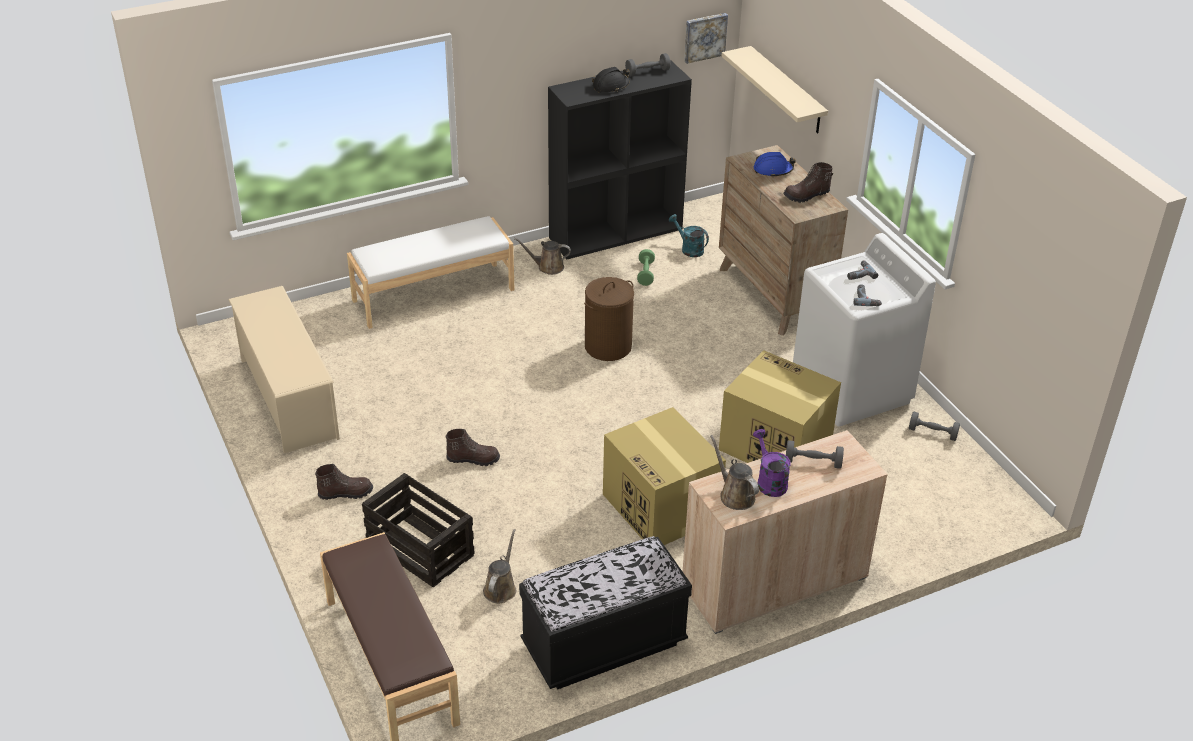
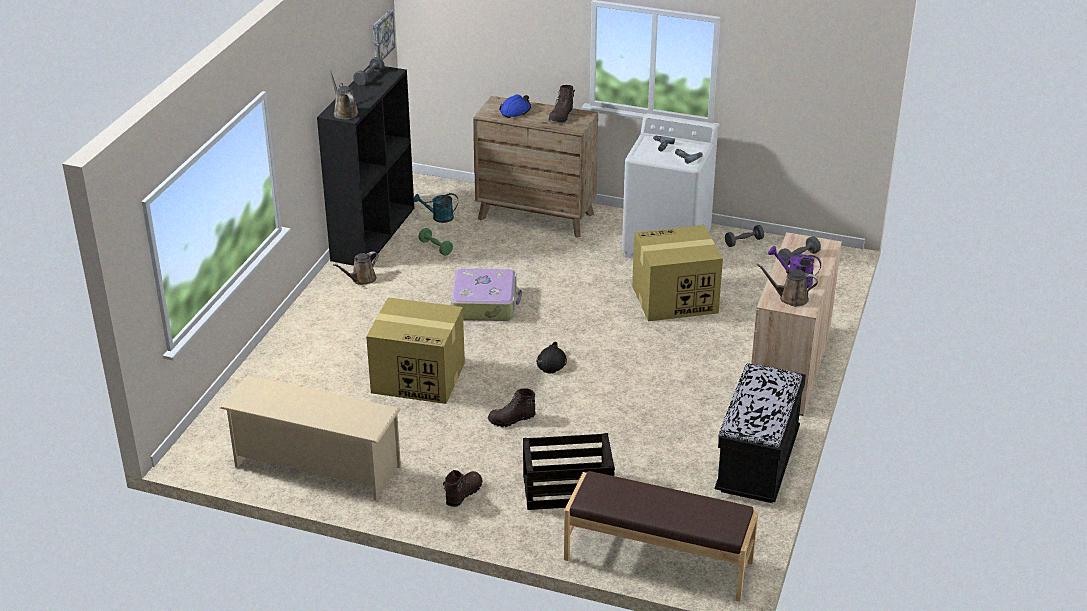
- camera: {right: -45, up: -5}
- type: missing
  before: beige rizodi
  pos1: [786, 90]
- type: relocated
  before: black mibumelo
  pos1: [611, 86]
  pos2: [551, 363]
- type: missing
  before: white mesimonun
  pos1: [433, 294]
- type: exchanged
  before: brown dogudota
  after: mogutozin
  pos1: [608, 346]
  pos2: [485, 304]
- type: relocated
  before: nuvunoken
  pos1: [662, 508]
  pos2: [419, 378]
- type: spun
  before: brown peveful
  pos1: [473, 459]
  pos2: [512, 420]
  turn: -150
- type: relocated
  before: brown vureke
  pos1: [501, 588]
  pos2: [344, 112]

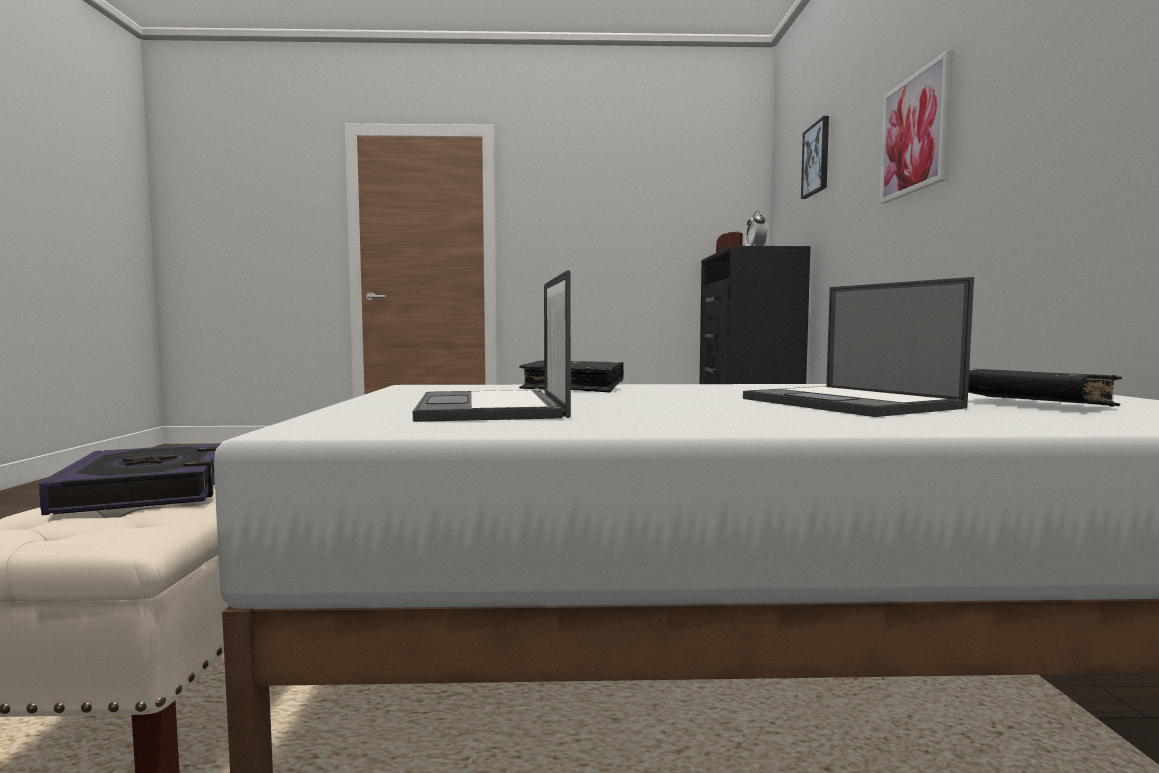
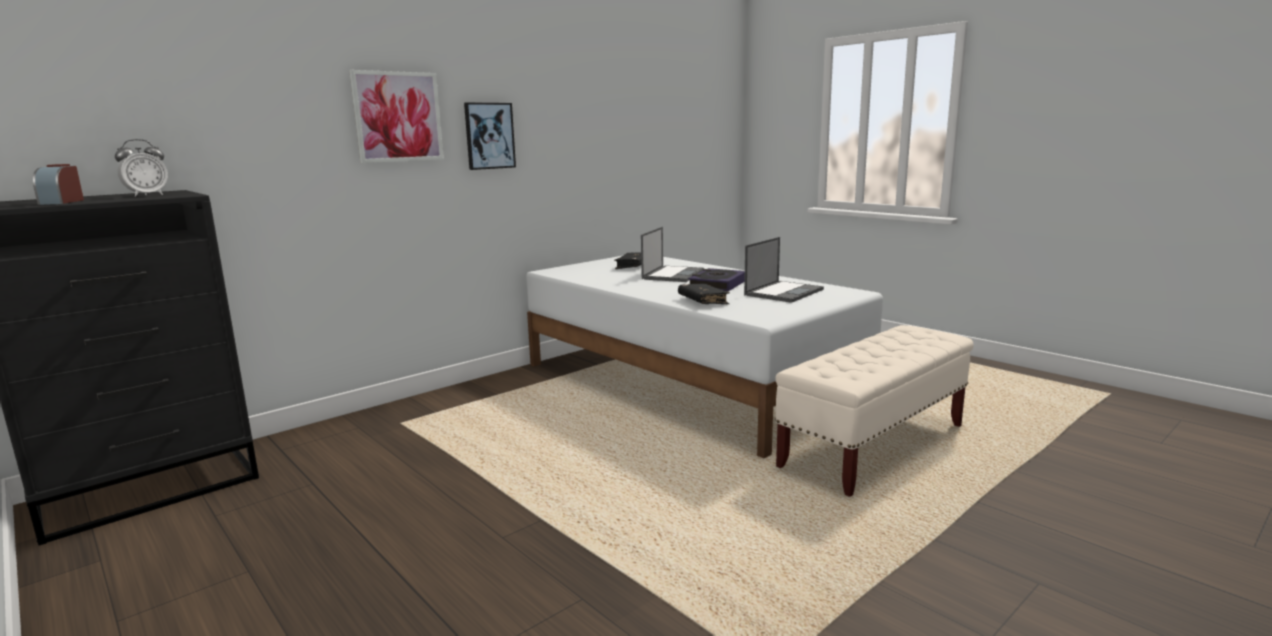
- camera: {right: -130, up: 10}
- type: relocated
  before: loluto
  pos1: [816, 159]
  pos2: [489, 136]
- type: relocated
  before: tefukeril
  pos1: [148, 490]
  pos2: [717, 284]

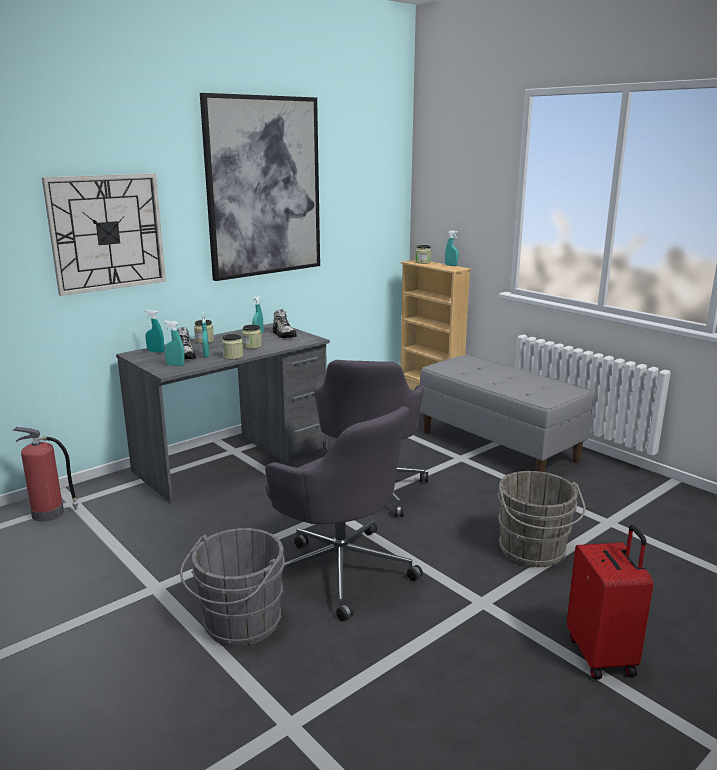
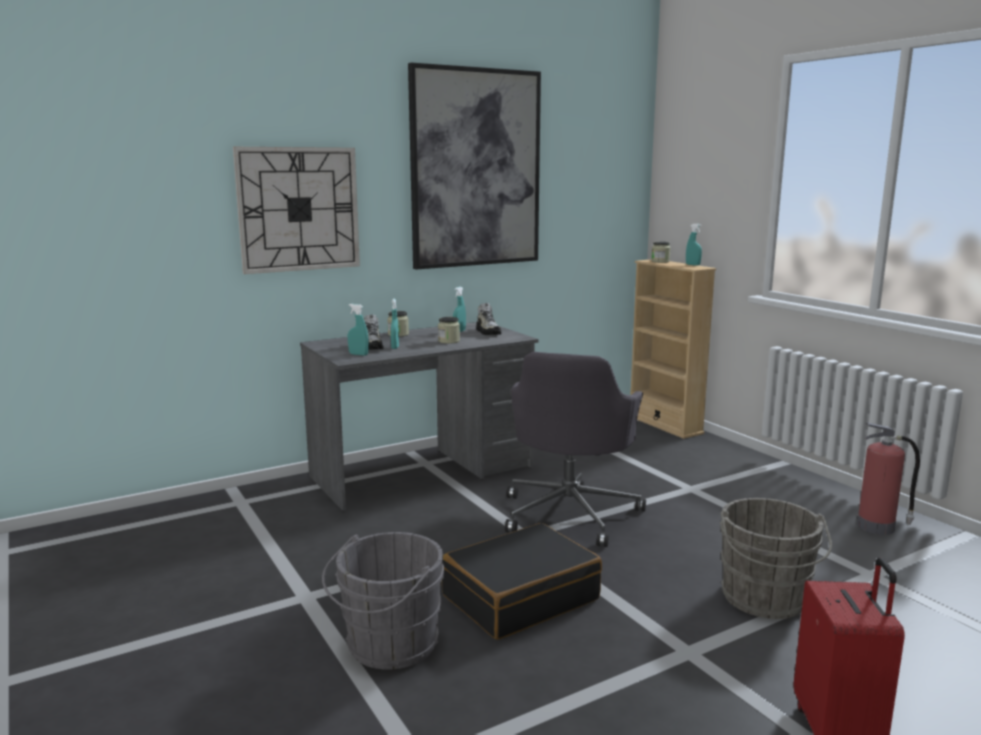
- camera: {right: 10, up: -5}
- type: missing
  before: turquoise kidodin
  pos1: [155, 351]
- type: missing
  before: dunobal
  pos1: [233, 356]
- type: missing
  before: grey mesimonun
  pos1: [499, 446]
- type: exchanged
  before: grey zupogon
  after: black mogutozin
  pos1: [340, 569]
  pos2: [520, 597]
- type: relocated
  before: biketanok
  pos1: [50, 513]
  pos2: [878, 527]

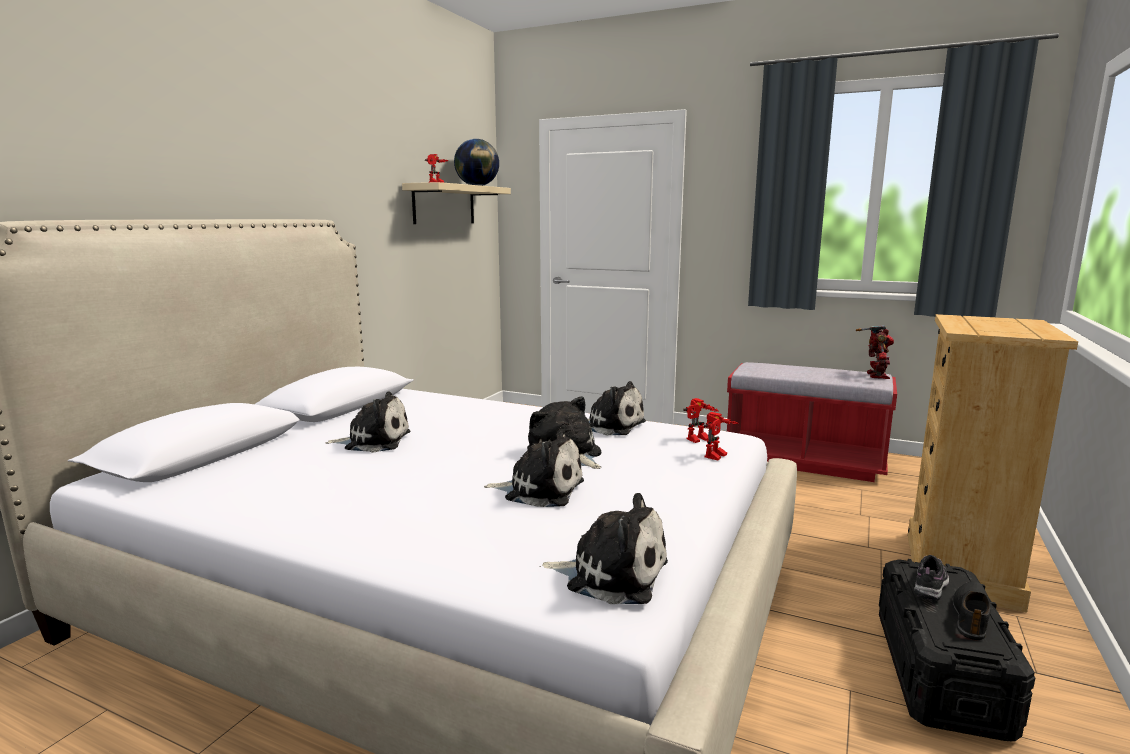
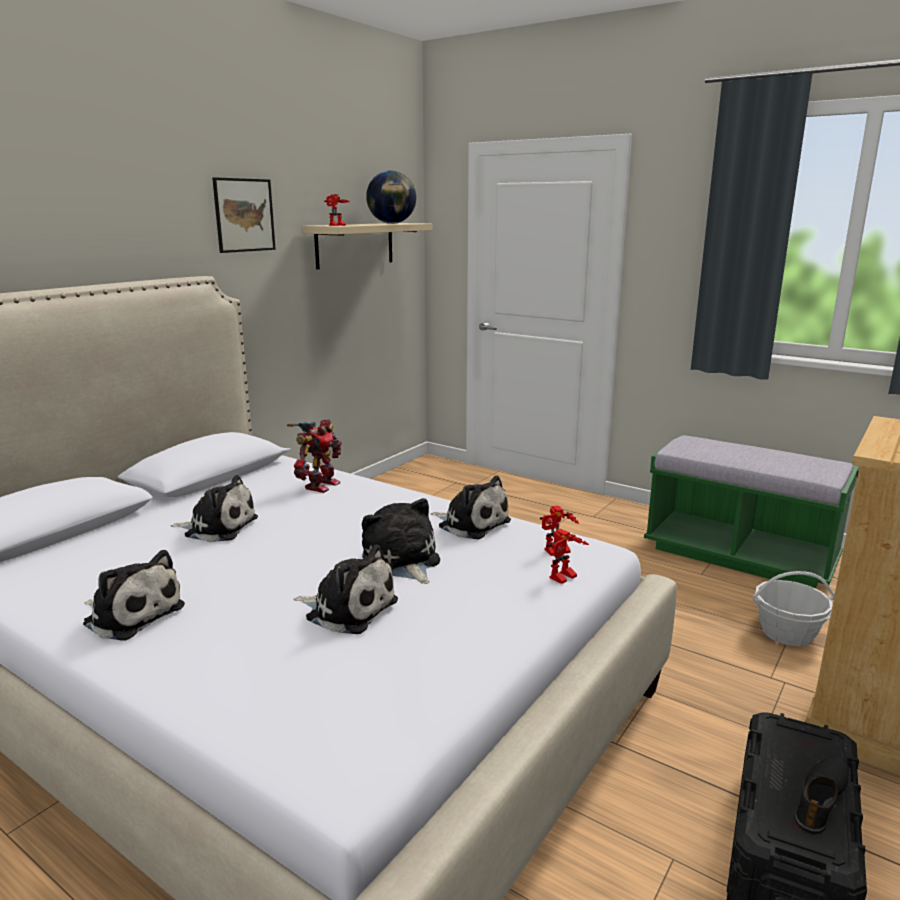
- camera: {right: 10, up: 5}
- type: relocated
  before: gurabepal
  pos1: [875, 375]
  pos2: [320, 485]
- type: colour
  before: red mesimonun
  after: green mesimonun
  pos1: [804, 461]
  pos2: [739, 555]
- type: relocated
  before: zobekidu
  pos1: [611, 574]
  pos2: [131, 614]
- type: missing
  before: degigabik
  pos1: [930, 584]
- type: appeared
  after: loluto
  pos2: [244, 215]
- type: appeared
  after: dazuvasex
  pos2: [787, 633]

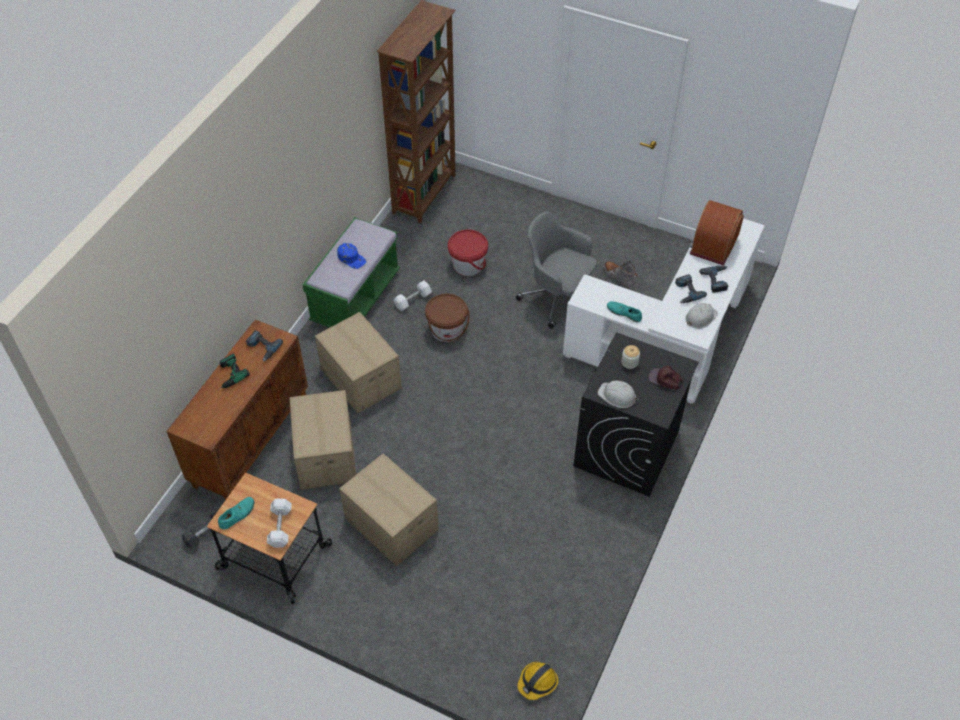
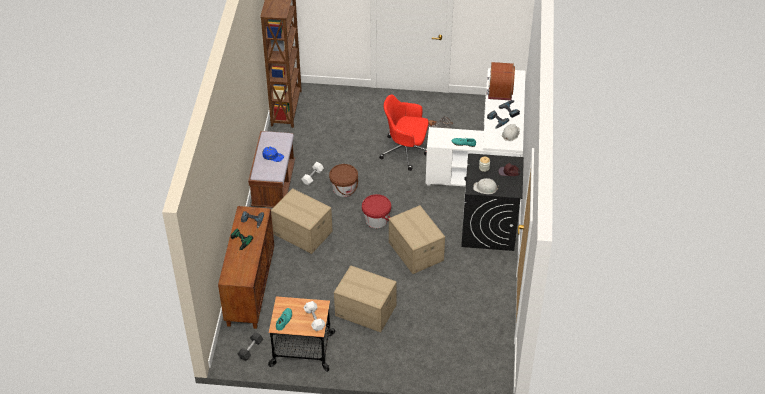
- camera: {right: -20, up: -5}
- type: colour
  before: grey zupogon
  after: red zupogon
  pos1: [557, 298]
  pos2: [405, 151]
- type: colour
  before: green mesimonun
  after: brown mesimonun
  pos1: [355, 298]
  pos2: [273, 185]
- type: relocated
  before: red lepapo
  pos1: [468, 264]
  pos2: [376, 220]
- type: relocated
  before: nuvunoken
  pos1: [325, 455]
  pos2: [415, 251]
- type: missing
  before: mibumelo
  pos1: [537, 682]

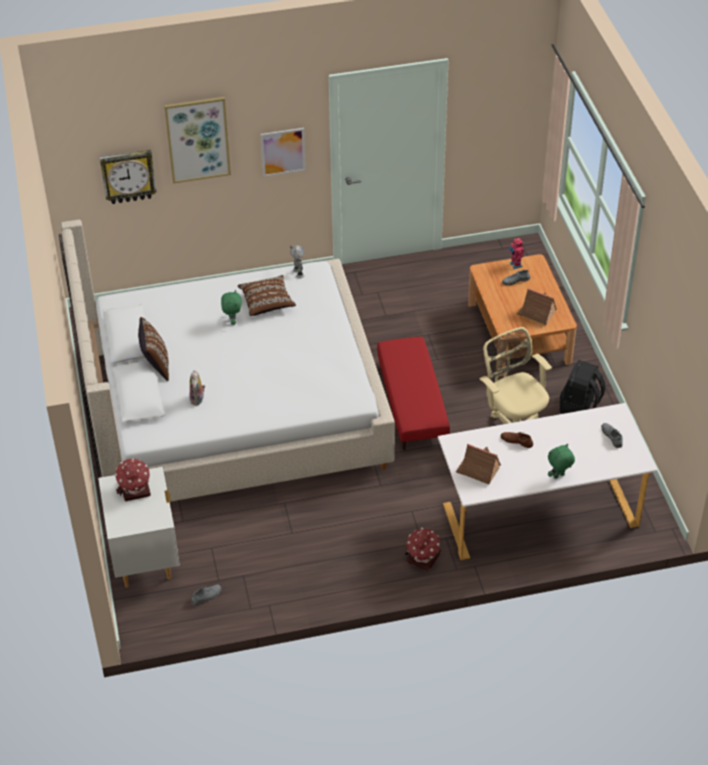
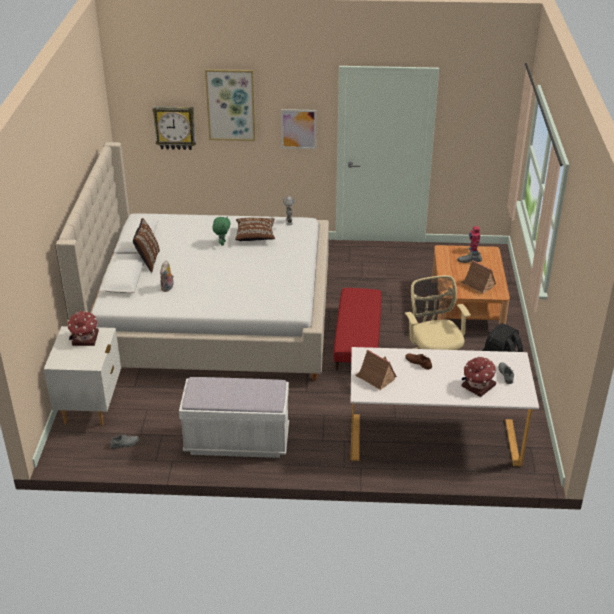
- camera: {right: 15, up: -10}
- type: missing
  before: green zobekidu
  pos1: [559, 476]
- type: relocated
  before: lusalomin
  pos1: [423, 558]
  pos2: [477, 386]
- type: appeared
  after: white mesimonun
  pos2: [237, 441]

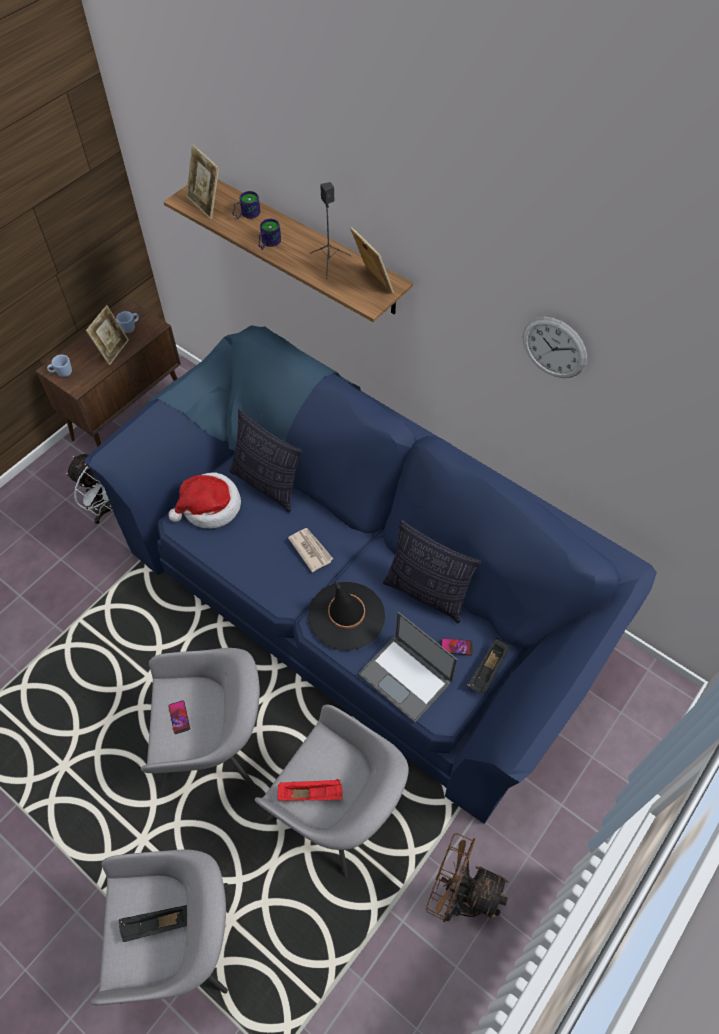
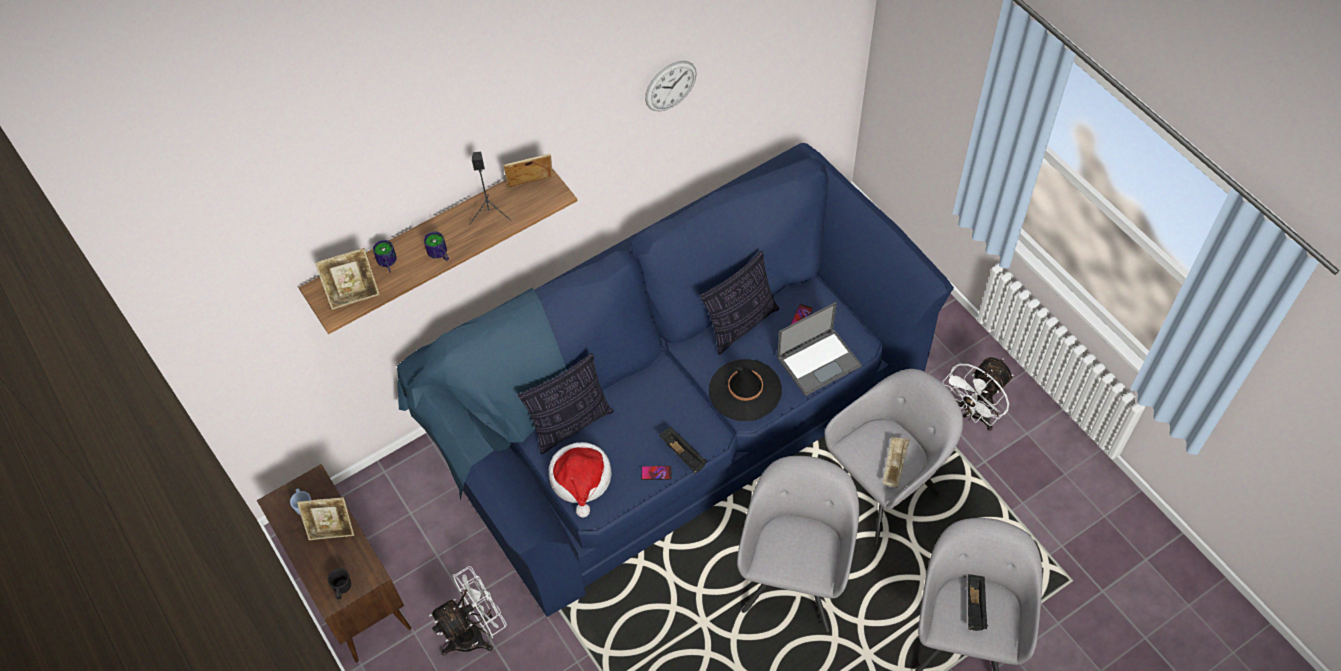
- camera: {right: -70, up: 0}
- type: spun
  before: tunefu
  pos1: [113, 350]
  pos2: [332, 530]
  turn: 135
- type: colour
  before: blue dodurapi
  after: black dodurapi
  pos1: [62, 373]
  pos2: [342, 589]
- type: missing
  before: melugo
  pos1: [310, 549]
- type: relocated
  before: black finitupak
  pos1: [487, 671]
  pos2: [683, 455]
- type: relocated
  before: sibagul
  pos1: [179, 717]
  pos2: [656, 473]
- type: colour
  before: red finitupak
  after: beige finitupak
  pos1: [311, 793]
  pos2: [894, 465]
- type: colour
  before: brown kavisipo
  after: white kavisipo
  pos1: [459, 895]
  pos2: [973, 414]

